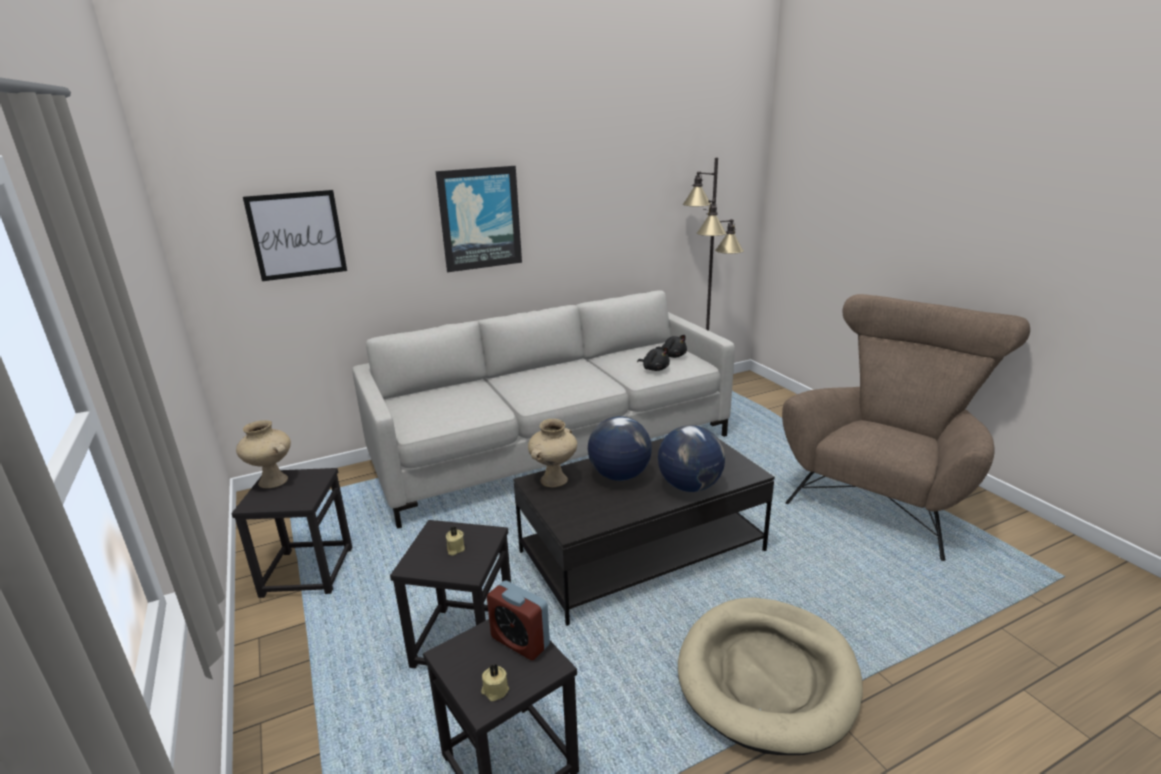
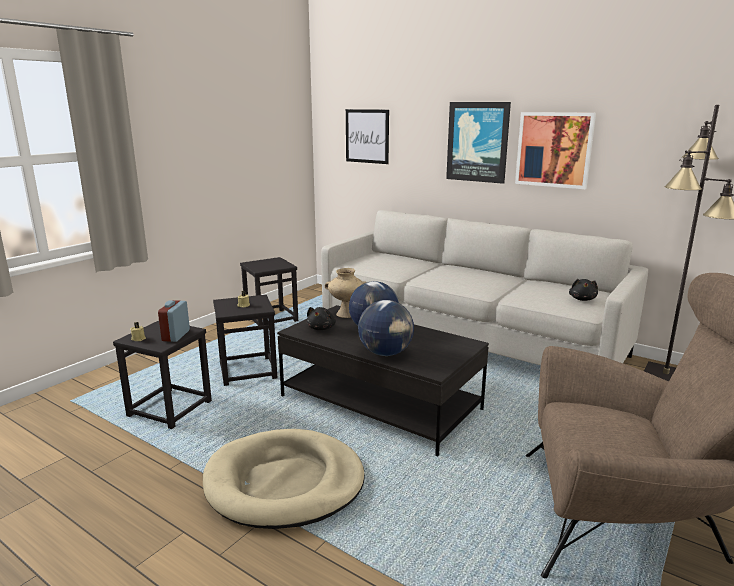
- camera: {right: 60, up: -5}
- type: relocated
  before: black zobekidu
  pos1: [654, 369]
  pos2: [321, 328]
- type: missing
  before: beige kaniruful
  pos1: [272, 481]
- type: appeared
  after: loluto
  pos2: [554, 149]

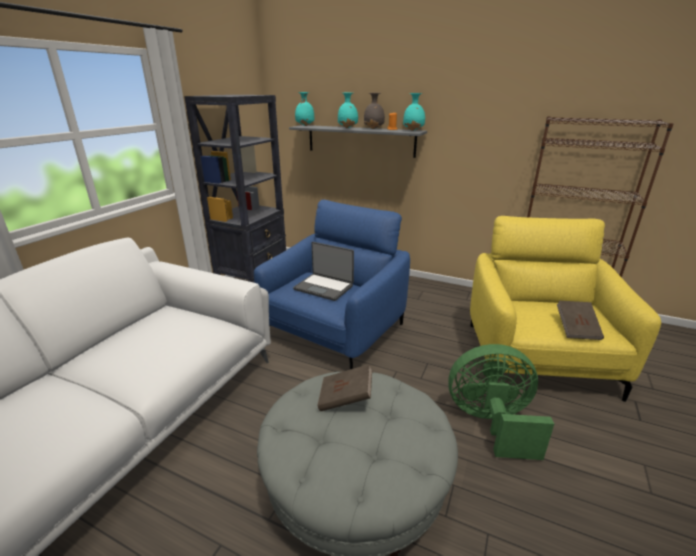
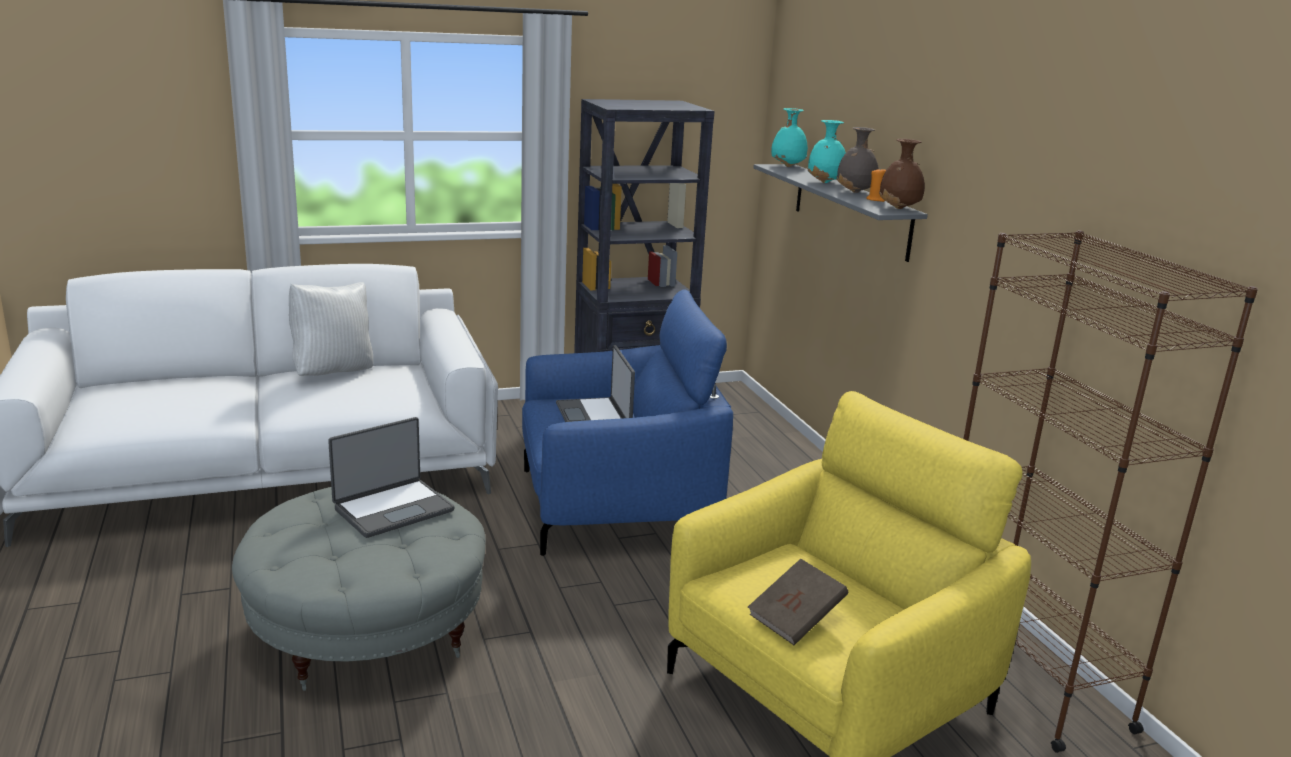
- camera: {right: 45, up: -5}
- type: colour
  before: turquoise kaniruful
  after: brown kaniruful
  pos1: [413, 130]
  pos2: [899, 209]
- type: missing
  before: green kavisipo
  pos1: [491, 423]
- type: exchanged
  before: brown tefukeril
  after: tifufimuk
  pos1: [345, 398]
  pos2: [393, 509]
- type: appeared
  after: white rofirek
  pos2: [333, 372]

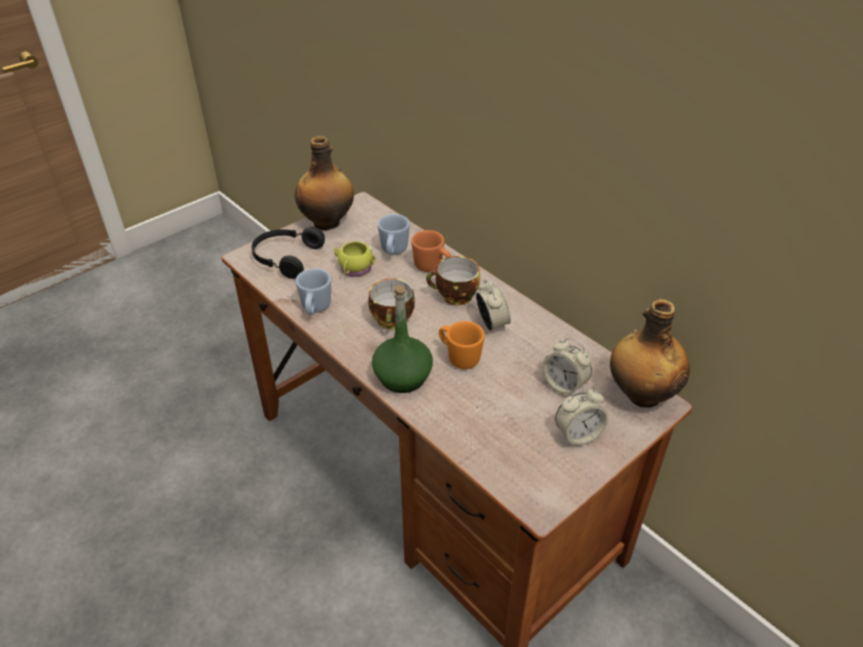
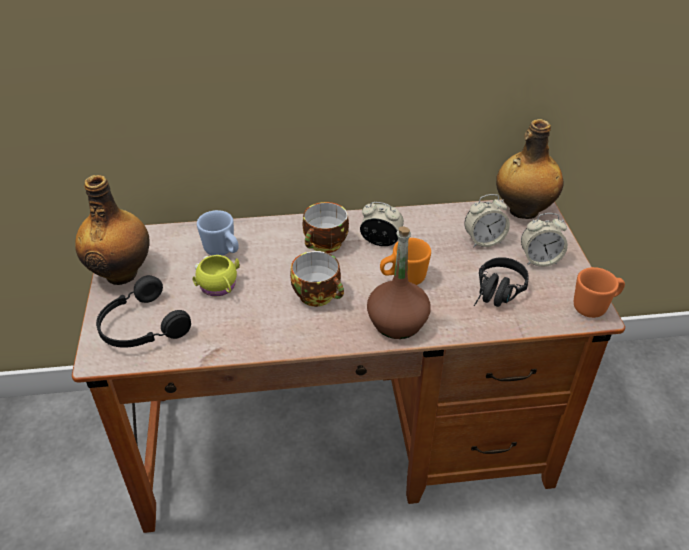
- camera: {right: -55, up: 0}
- type: relocated
  before: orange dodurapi
  pos1: [432, 267]
  pos2: [595, 307]
- type: missing
  before: blue dodurapi
  pos1: [315, 309]
- type: colour
  before: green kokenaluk
  after: brown kokenaluk
  pos1: [403, 377]
  pos2: [397, 322]
- type: spun
  before: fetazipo
  pos1: [578, 435]
  pos2: [539, 260]
  turn: 75
- type: appeared
  after: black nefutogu
  pos2: [496, 295]

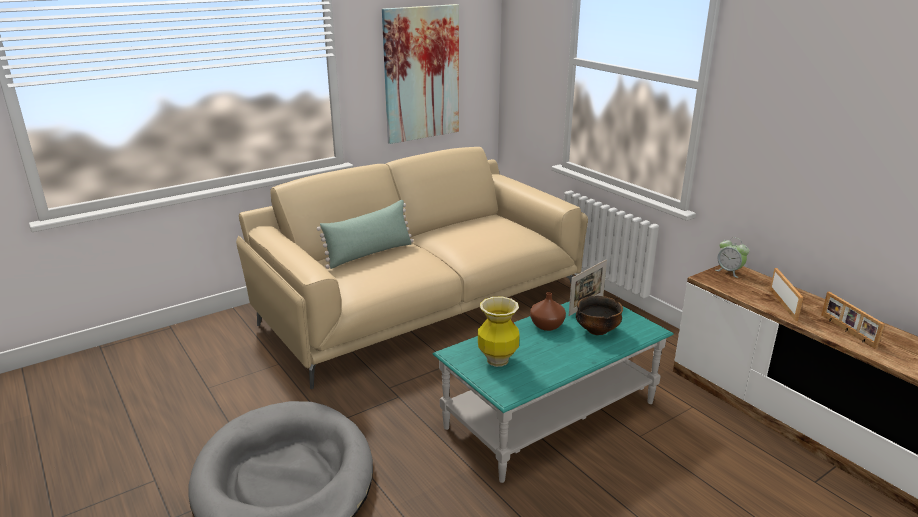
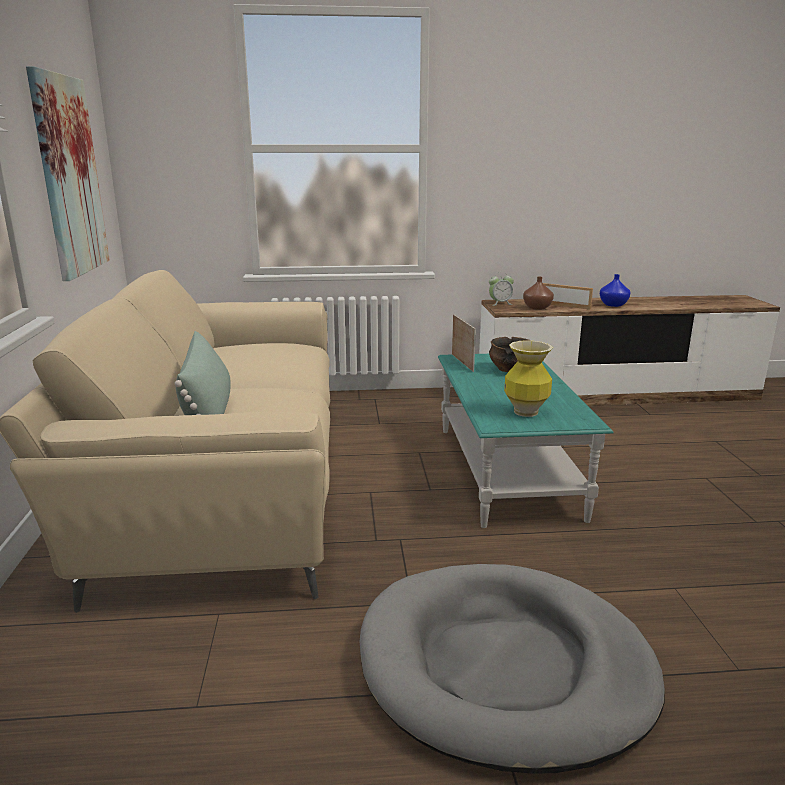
- camera: {right: -60, up: -5}
- type: relocated
  before: brown kaniruful
  pos1: [547, 326]
  pos2: [538, 308]
- type: exchanged
  before: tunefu
  after: blue kaniruful
  pos1: [847, 331]
  pos2: [614, 304]

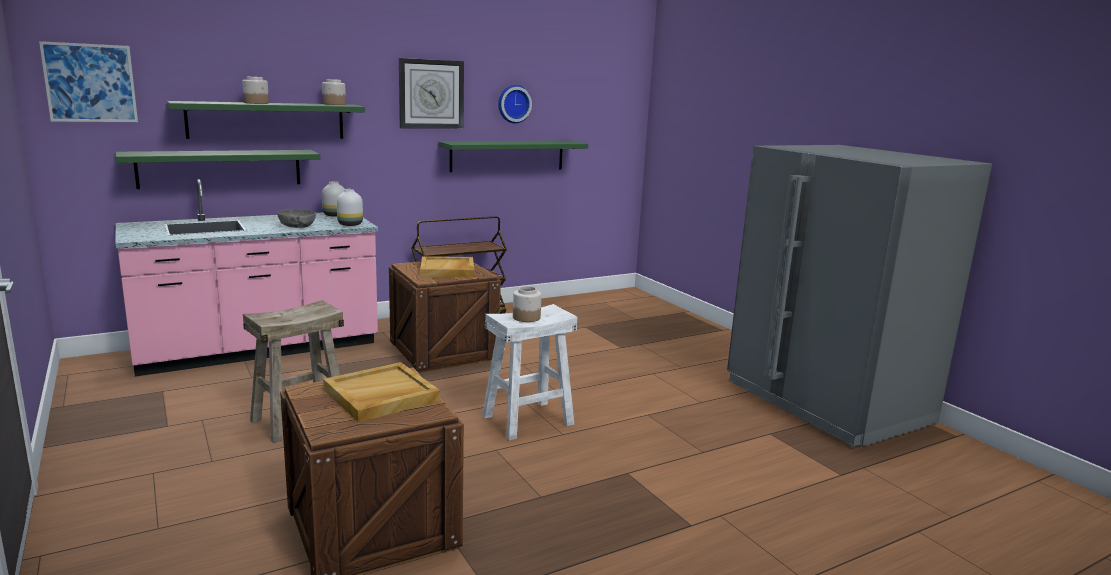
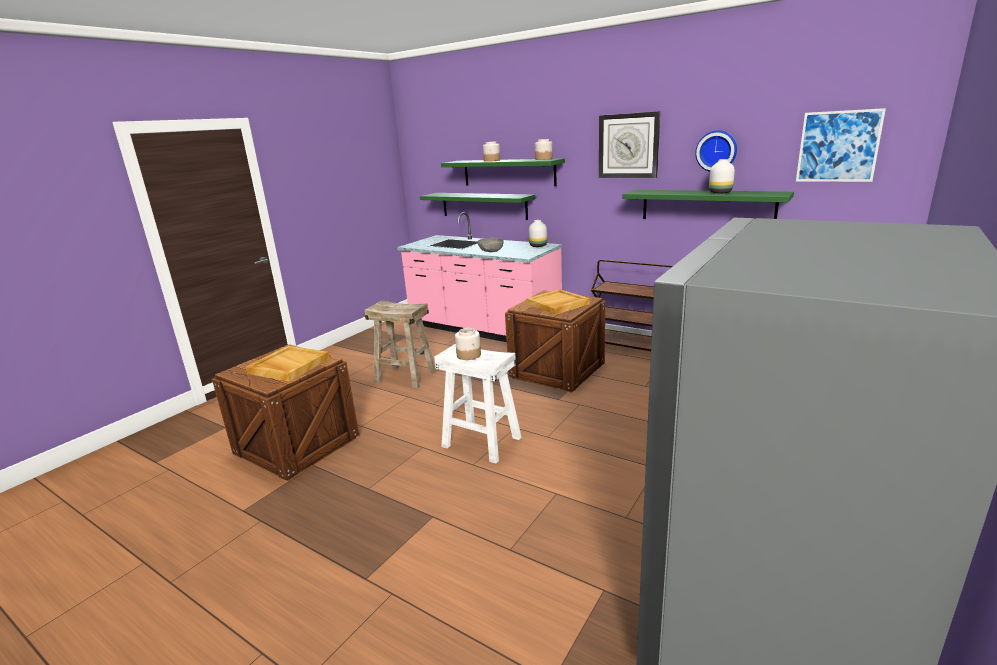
- camera: {right: 65, up: 5}
- type: relocated
  before: loluto
  pos1: [90, 83]
  pos2: [838, 146]
- type: relocated
  before: white kaniruful
  pos1: [350, 224]
  pos2: [720, 192]

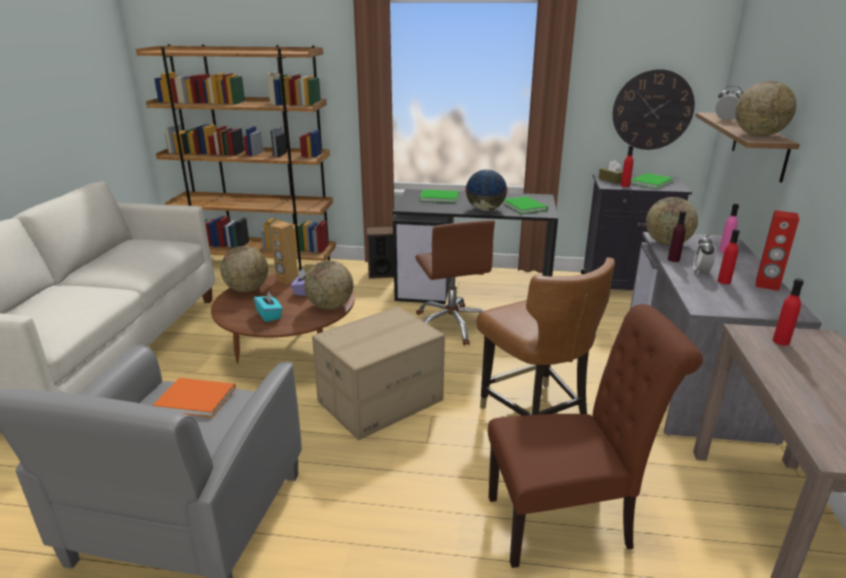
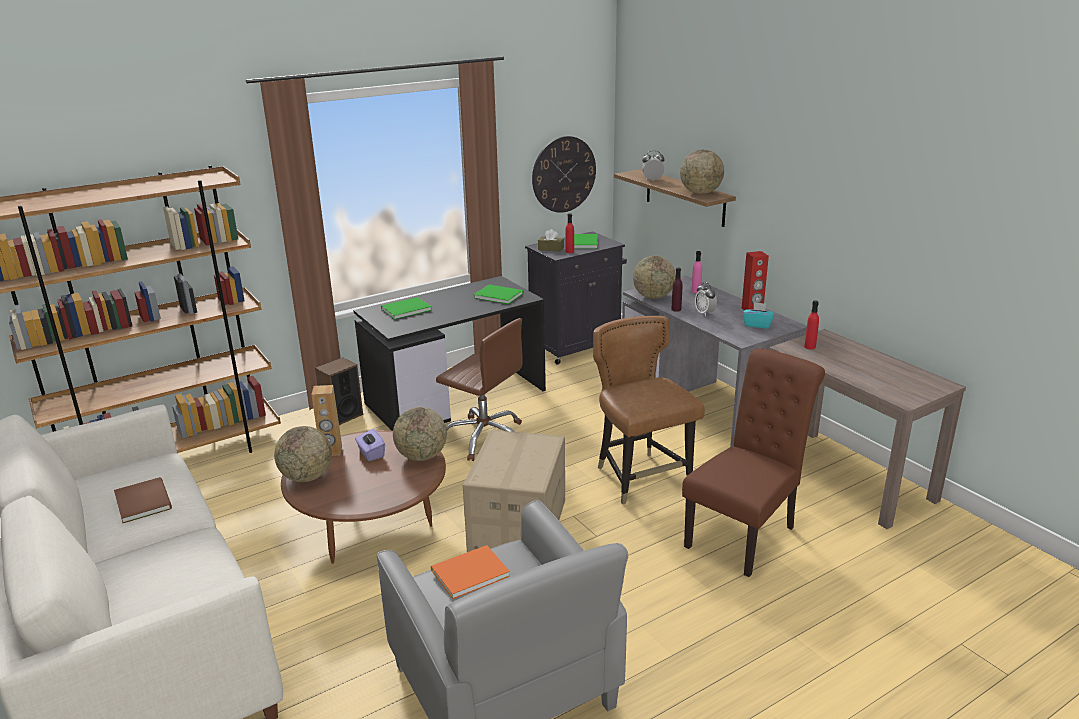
- camera: {right: -40, up: 0}
- type: missing
  before: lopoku
  pos1: [485, 209]
- type: missing
  before: red kokenaluk
  pos1: [724, 281]
- type: spun
  before: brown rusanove
  pos1: [534, 414]
  pos2: [641, 478]
  turn: -135
- type: relocated
  before: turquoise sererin
  pos1: [269, 315]
  pos2: [757, 325]
- type: appeared
  after: brown tefukeril
  pos2: [144, 500]

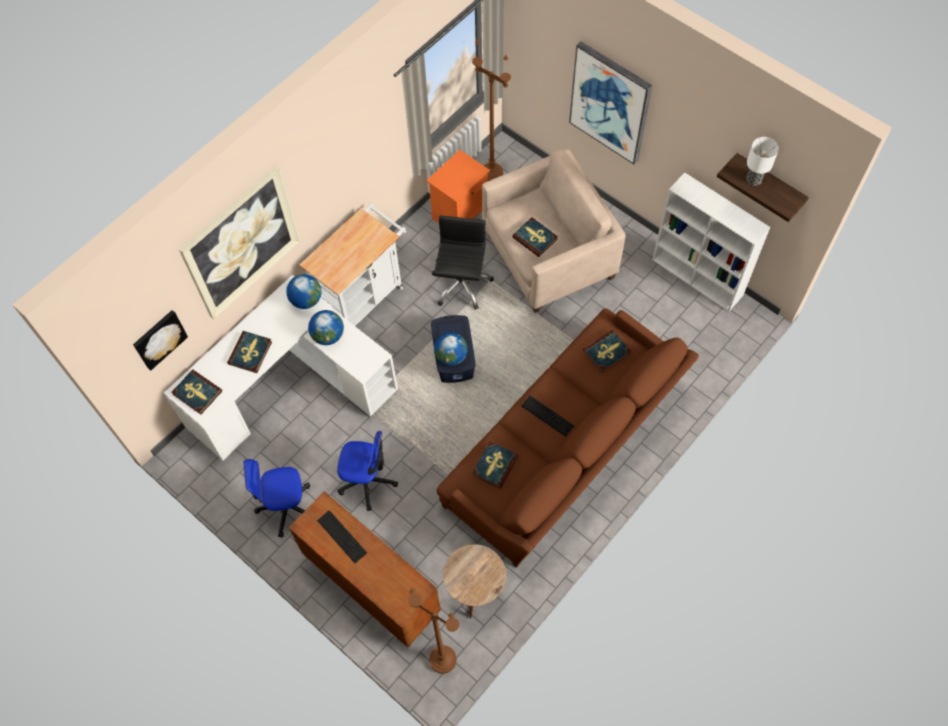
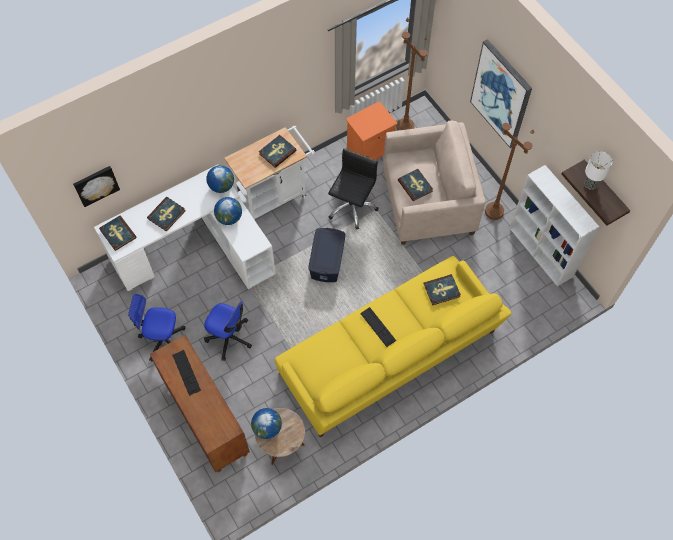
- camera: {right: 15, up: 0}
- type: missing
  before: loluto
  pos1: [241, 243]
- type: colour
  before: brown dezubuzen
  after: yellow dezubuzen
  pos1: [565, 446]
  pos2: [389, 355]
- type: relocated
  before: lopoku
  pos1: [451, 356]
  pos2: [267, 428]
- type: relocated
  before: tefukeril
  pos1: [494, 465]
  pos2: [277, 152]
- type: relocated
  before: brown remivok
  pos1: [443, 659]
  pos2: [494, 211]

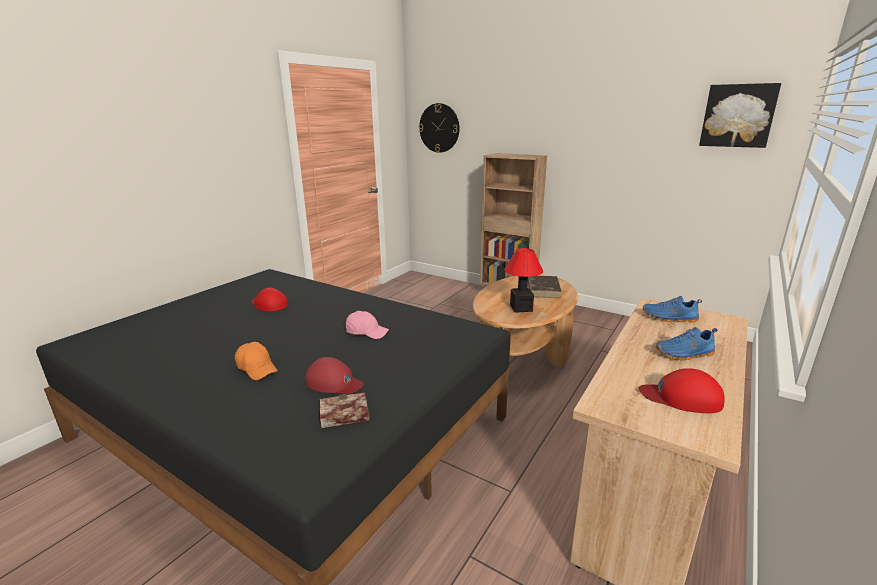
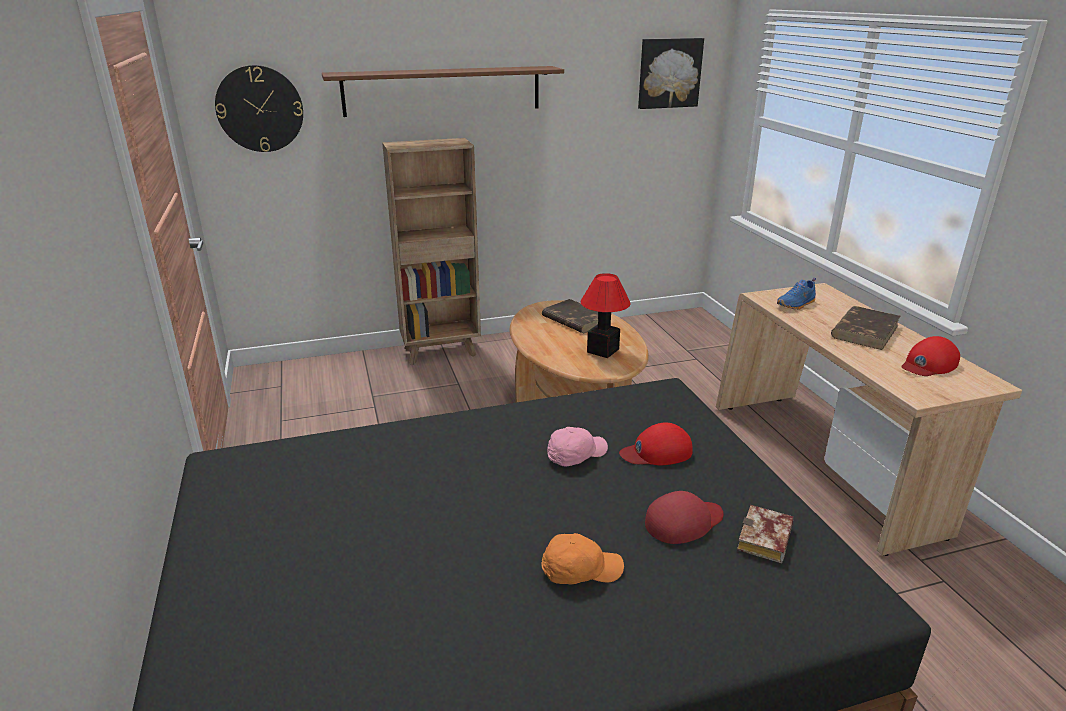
- camera: {right: -50, up: 5}
- type: relocated
  before: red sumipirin
  pos1: [269, 304]
  pos2: [657, 452]
- type: exchanged
  before: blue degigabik
  after: brown tefukeril
  pos1: [685, 354]
  pos2: [864, 331]
- type: appeared
  after: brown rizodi
  pos2: [443, 91]

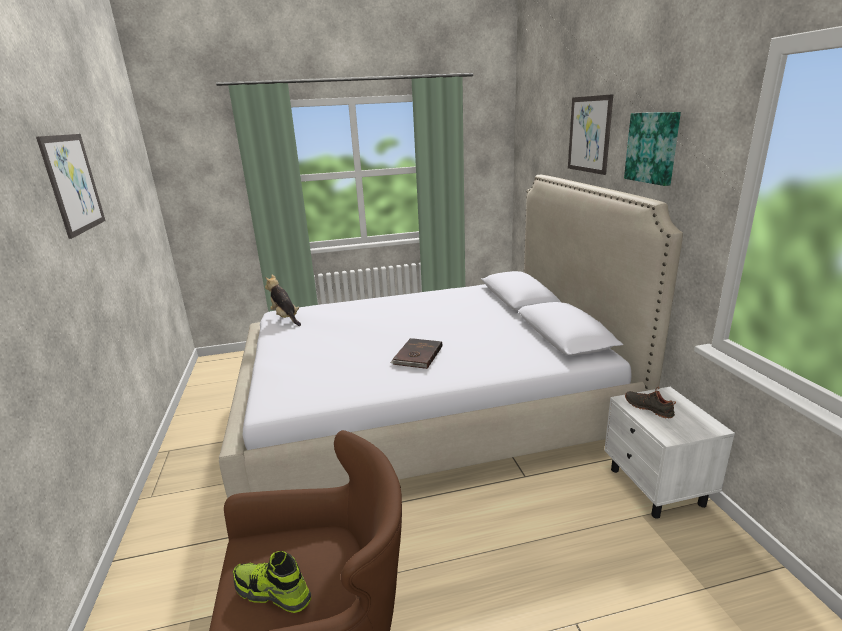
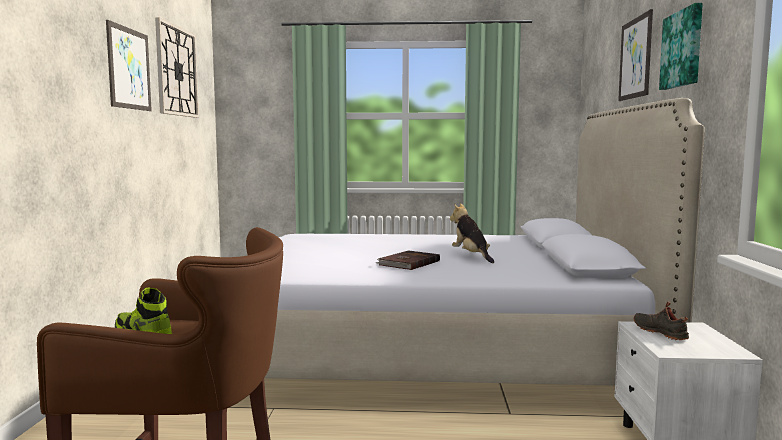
- camera: {right: 15, up: -15}
- type: relocated
  before: zobekidu
  pos1: [285, 318]
  pos2: [471, 256]
- type: appeared
  after: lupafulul
  pos2: [176, 71]

